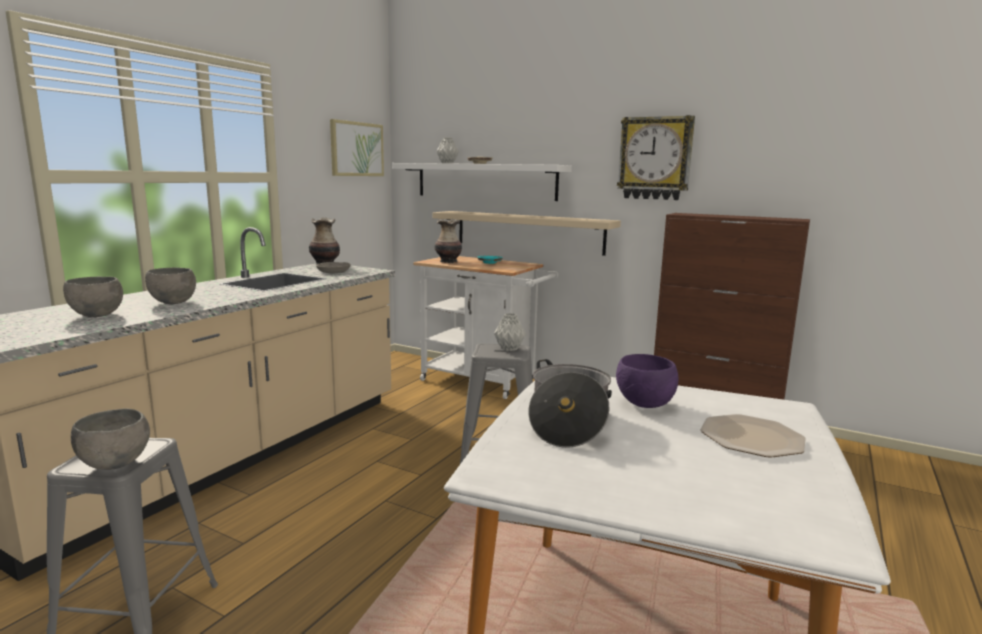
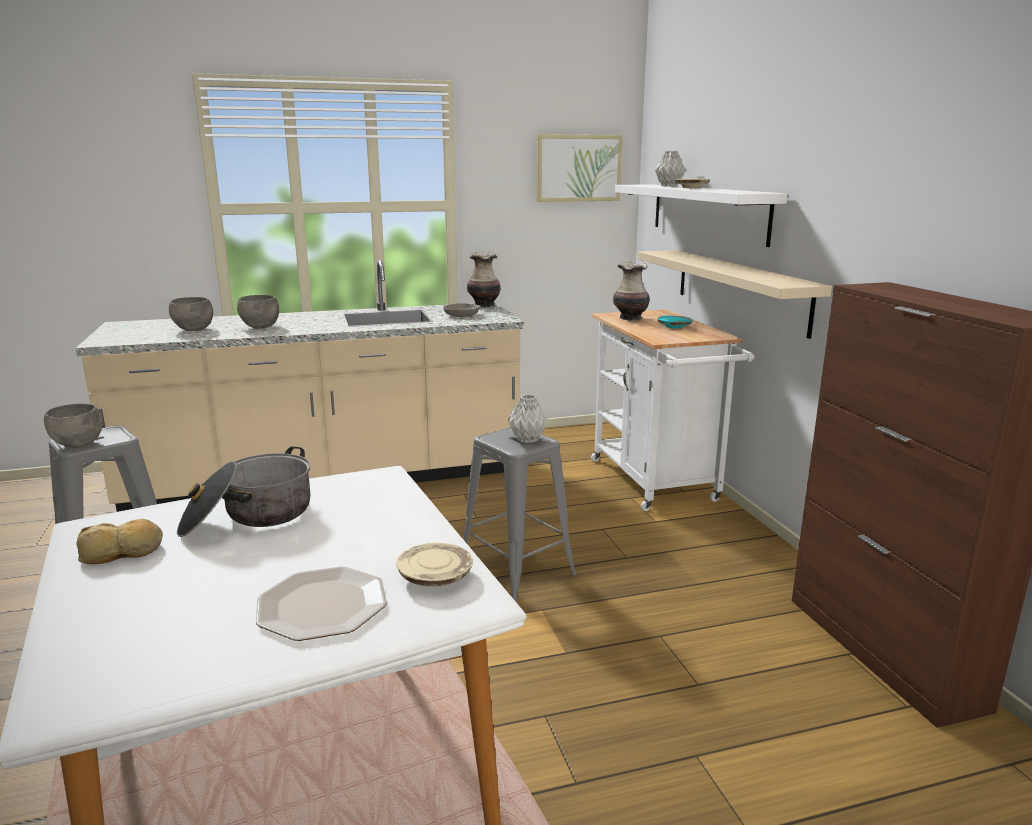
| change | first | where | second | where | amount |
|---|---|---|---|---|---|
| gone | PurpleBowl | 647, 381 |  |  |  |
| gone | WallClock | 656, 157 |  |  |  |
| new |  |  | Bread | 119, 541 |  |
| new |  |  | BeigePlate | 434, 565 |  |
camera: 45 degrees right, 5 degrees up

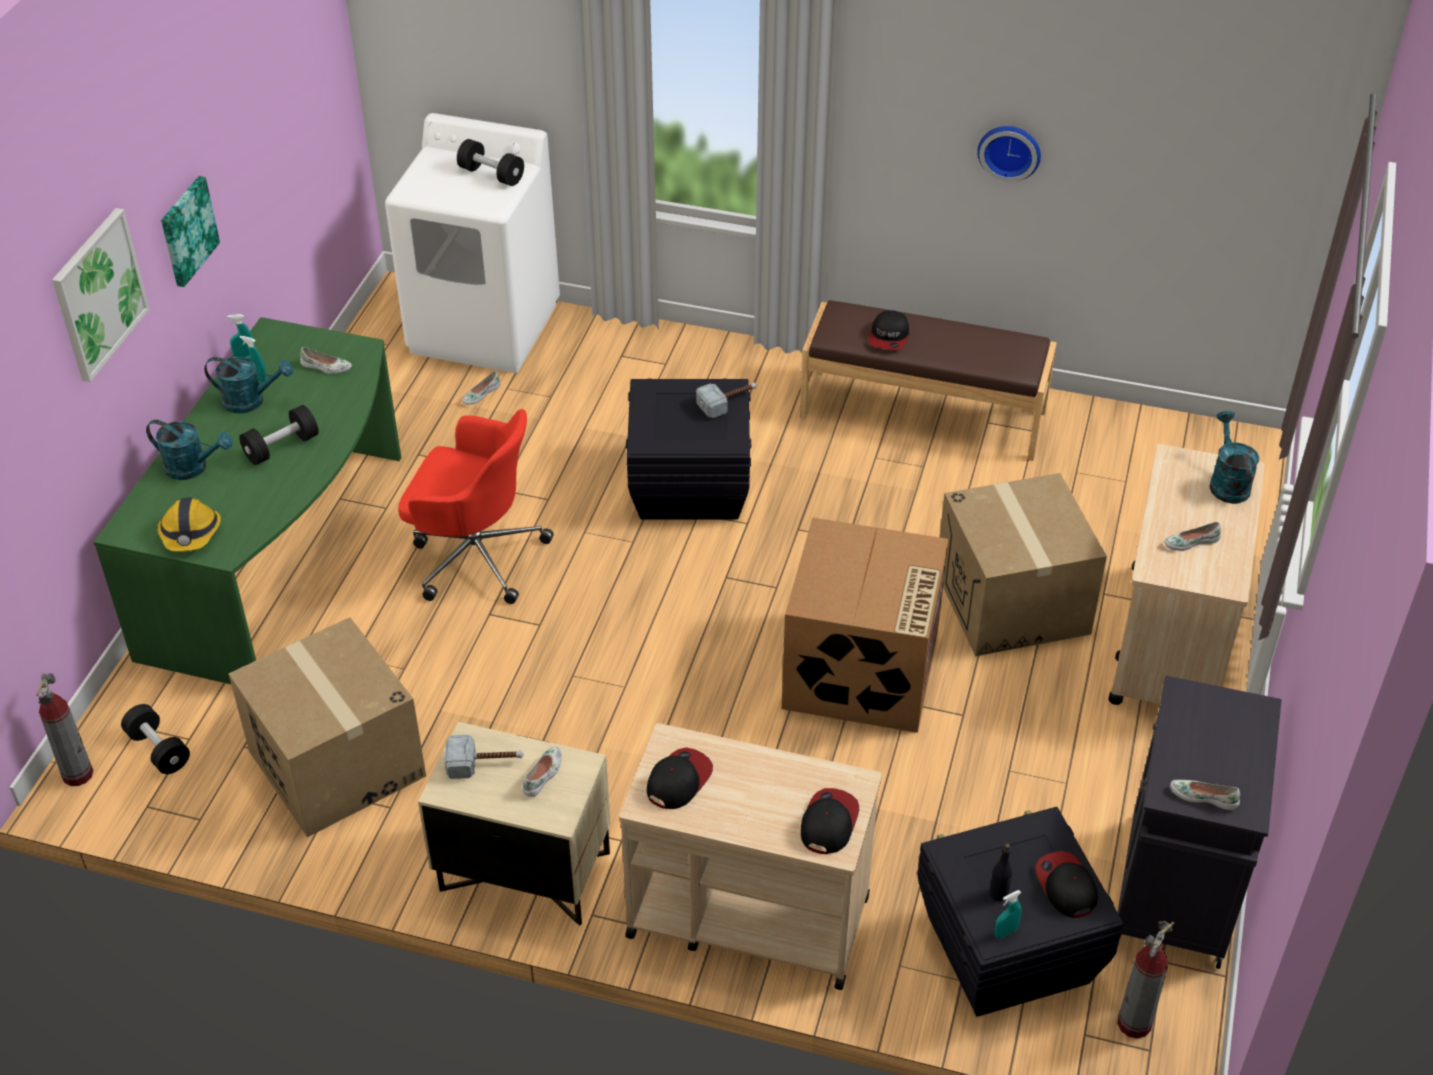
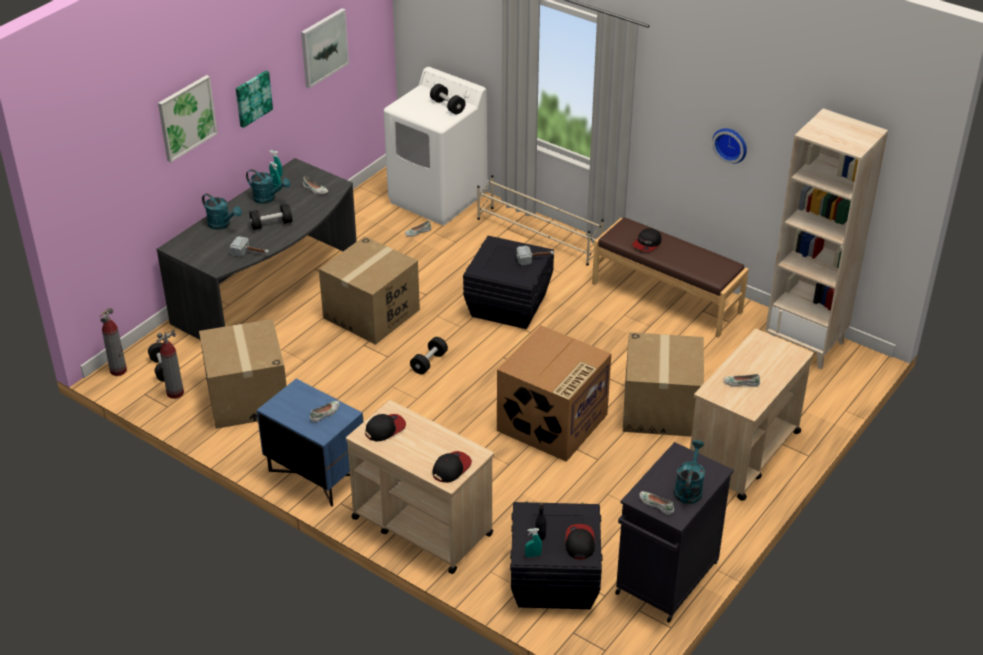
| change | first | where | second | where | amount |
|---|---|---|---|---|---|
| repainted | GreenDesk | 247, 500 | GreyDesk | 257, 249 |  |
| gone | HardHat | 189, 524 |  |  |  |
| swapped | RedOfficeChair | 476, 506 | CardboardBox | 369, 290 |  |
| repainted | BeigeNightstand | 514, 824 | BlueNightstand | 310, 443 |  |
| shifted | Hammer | 483, 757 |  | 249, 246 |  |
| shifted | FireExtinguisher | 1145, 980 |  | 170, 364 |  |
| shifted | TurquoiseWateringCan | 1234, 457 |  | 689, 472 |  |
| new |  |  | Picture | 325, 48 |  |
| new |  |  | BlackDumbbell | 429, 355 |  |
| new |  |  | BeigeShoeRack | 540, 220 |  |
| new |  |  | BeigeBookcase | 826, 239 |  |
camera: 20 degrees right, 5 degrees down

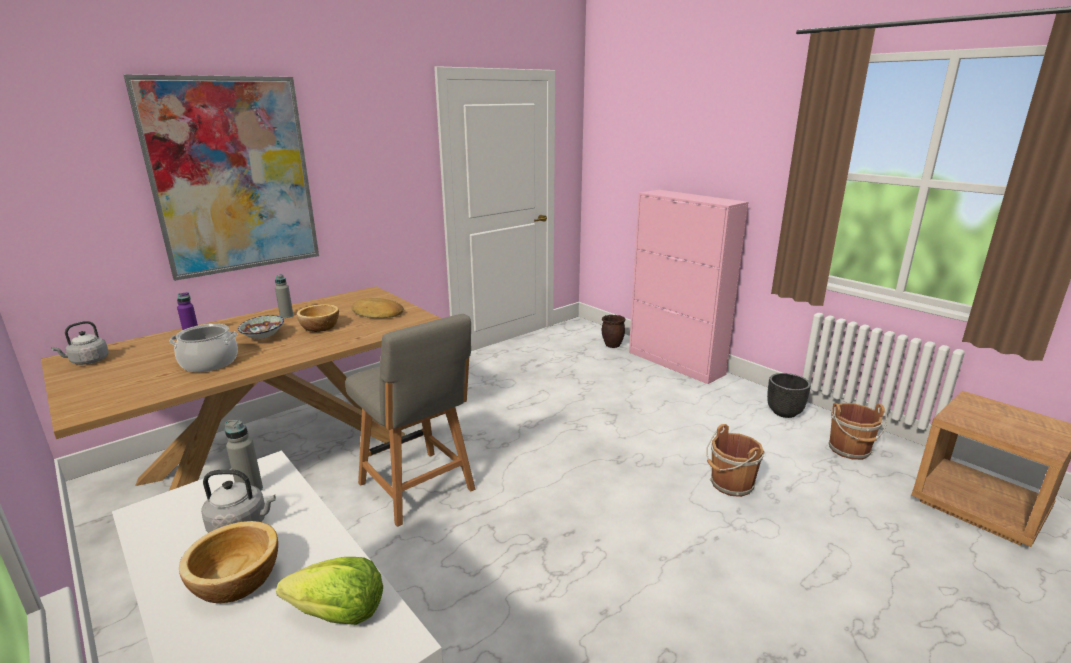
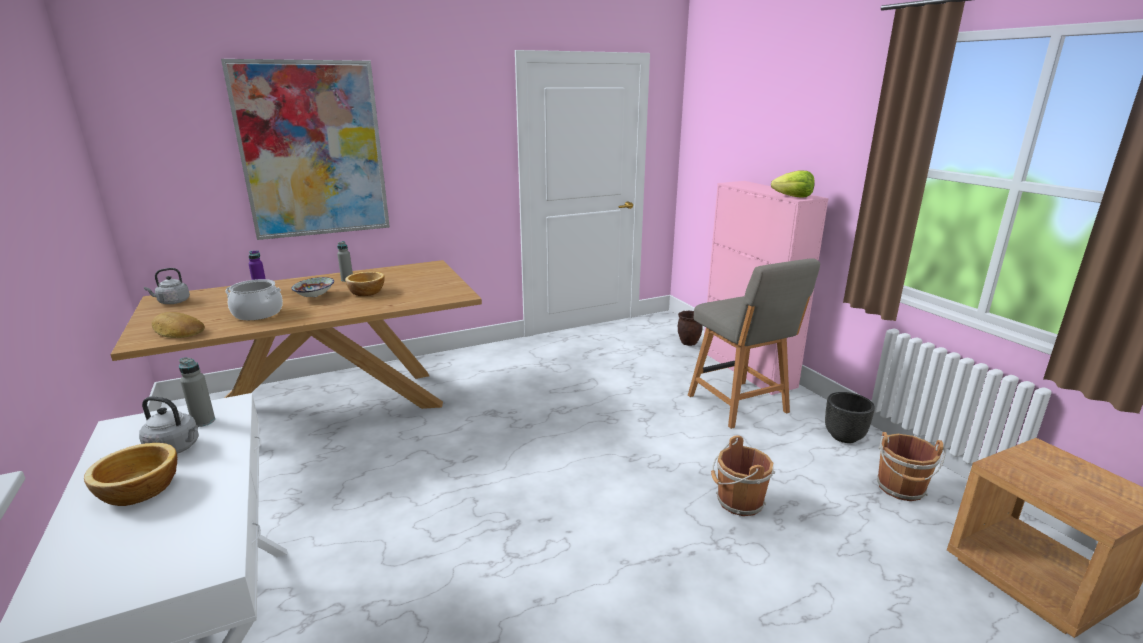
| change | first | where | second | where | amount |
|---|---|---|---|---|---|
| shifted | Lettuce | 329, 591 |  | 793, 184 |  |
| shifted | GreyChair | 410, 420 |  | 754, 343 |  |
| shifted | Bread | 378, 308 |  | 178, 325 |  |
camera: 15 degrees right, 0 degrees up

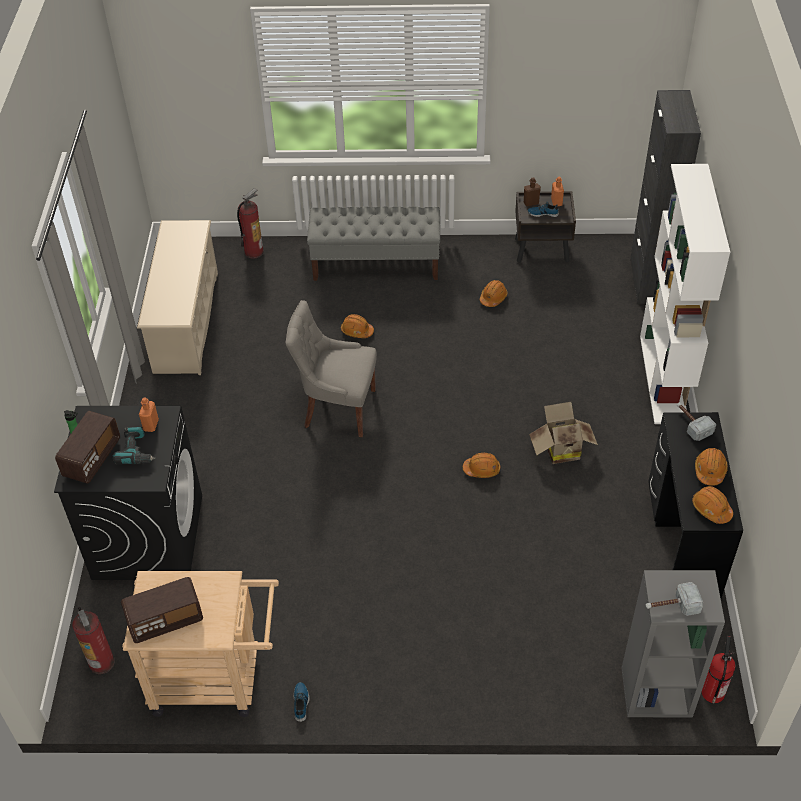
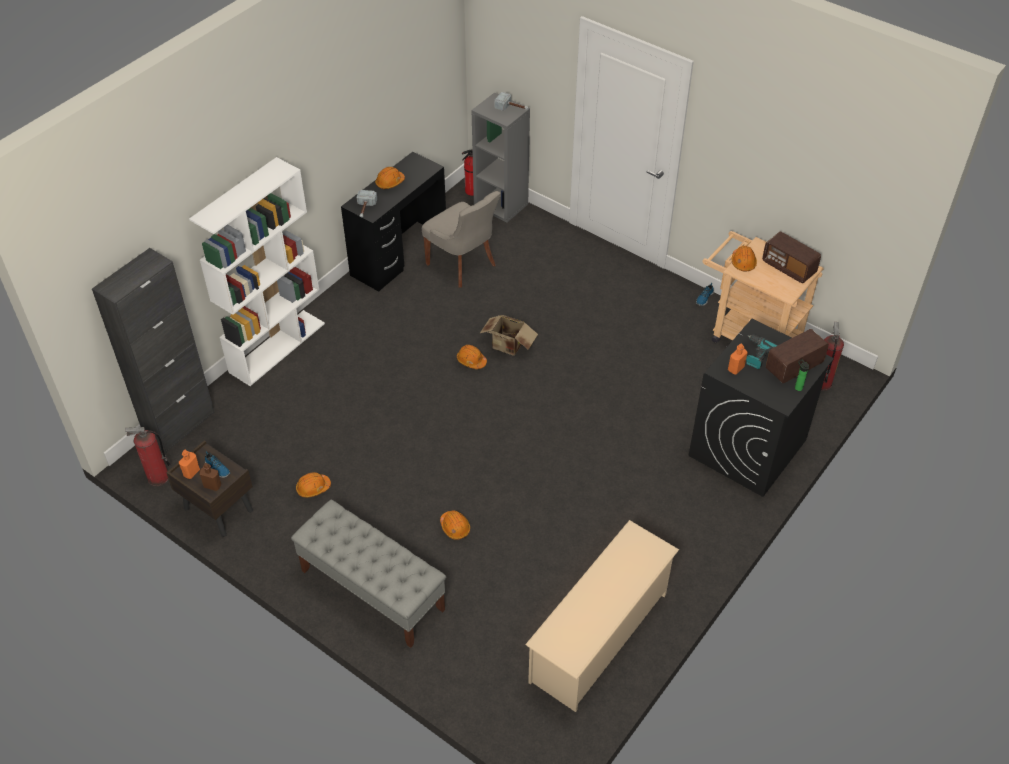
| change | first | where | second | where | amount |
|---|---|---|---|---|---|
| rotated | Radio | 162, 610 |  | 791, 257 | 150 degrees counterclockwise |
| shifted | FireExtinguisher | 250, 223 |  | 148, 456 |  |
| shifted | GreyChair | 331, 368 |  | 461, 239 |  |
| shifted | CardboardBox | 563, 433 |  | 509, 335 |  |
| shifted | OrangeHardHat | 712, 505 |  | 744, 259 |  |
camera: 145 degrees left, 0 degrees up

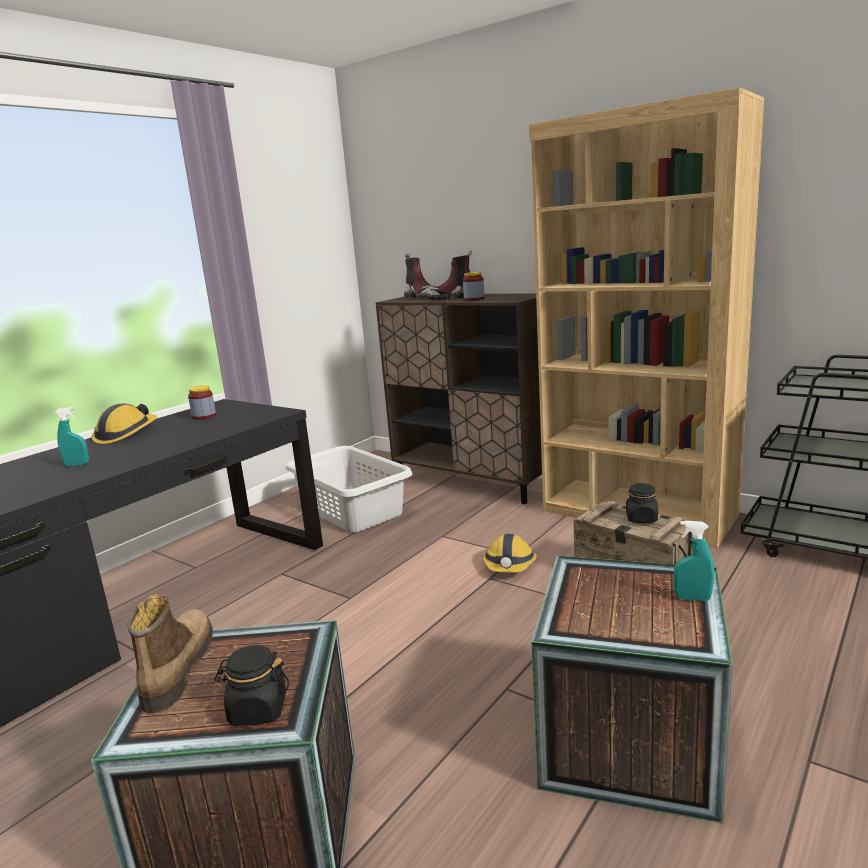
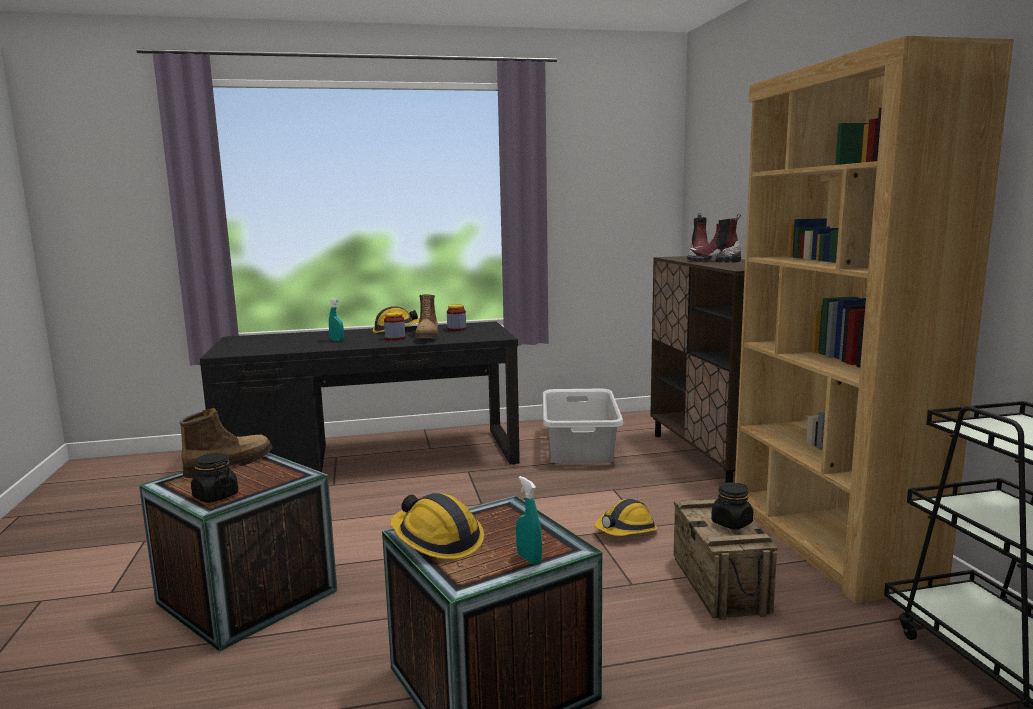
| change | first | where | second | where | amount |
|---|---|---|---|---|---|
| shifted | Jar | 473, 286 |  | 394, 326 |  |
| new |  |  | HardHat | 437, 526 |  |
| new |  |  | Boot | 426, 316 |  |
camera: 40 degrees right, 5 degrees down

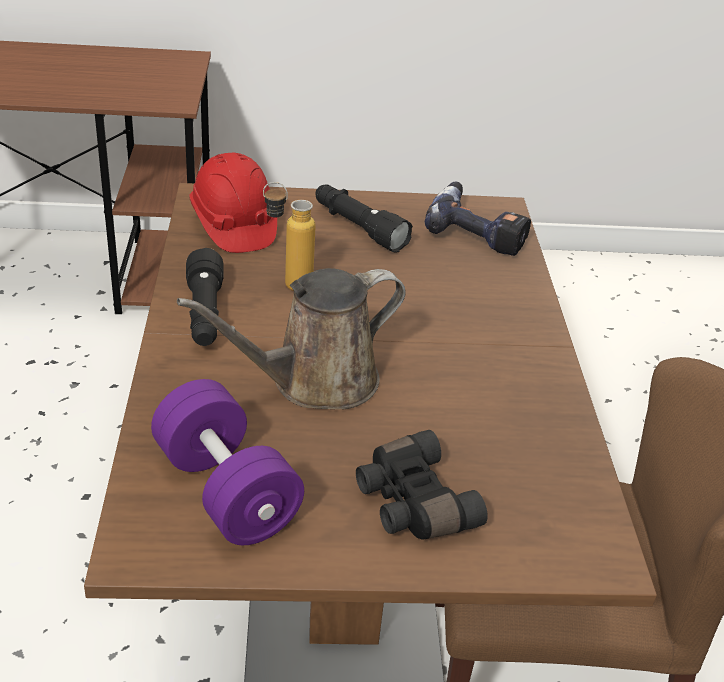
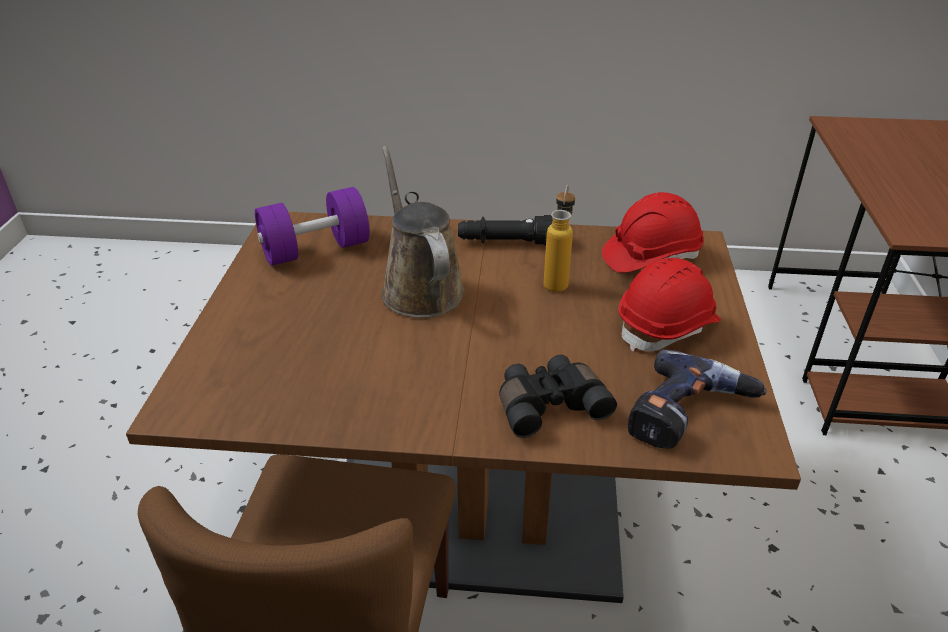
| change | first | where | second | where | amount |
|---|---|---|---|---|---|
| swapped | BlackFlashlight | 364, 219 | RedHardHat | 670, 305 |  |
| shifted | BlackBinoculars | 422, 484 |  | 558, 396 |  |
camera: 100 degrees right, 0 degrees up

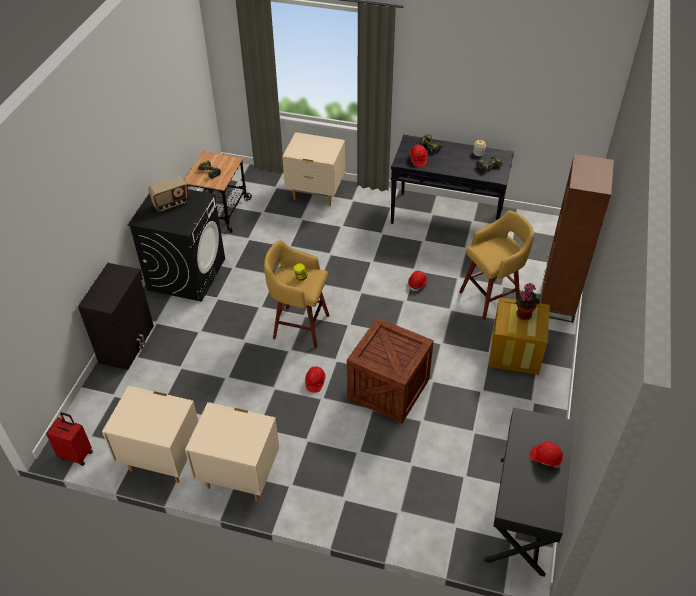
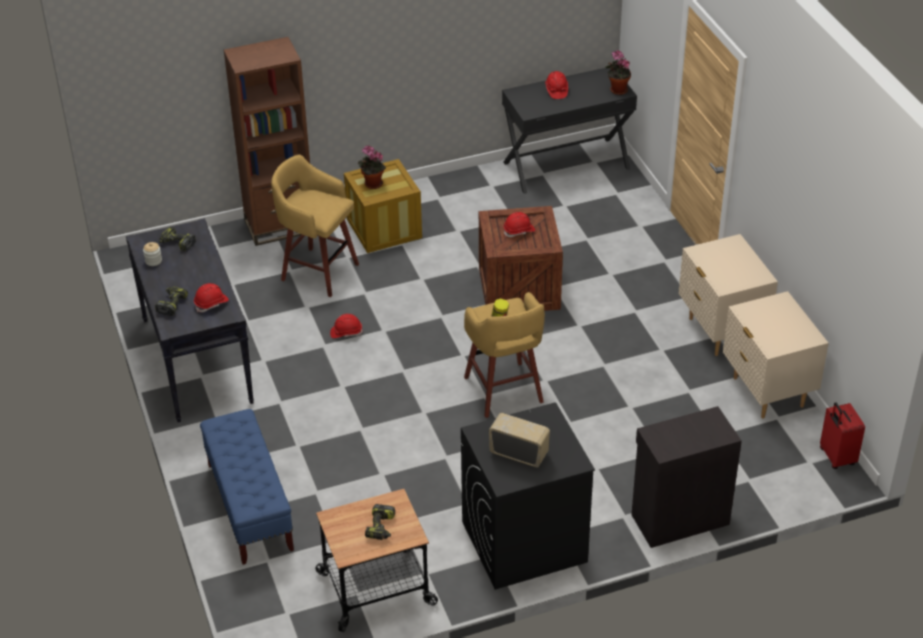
| change | first | where | second | where | amount |
|---|---|---|---|---|---|
| swapped | BeigeNightstand | 313, 169 | BlueBench | 247, 487 |  |
| shifted | RedHardHat | 315, 379 |  | 519, 224 |  |
| new |  |  | PottedPlant | 618, 72 |  |
camera: 125 degrees left, 5 degrees down

